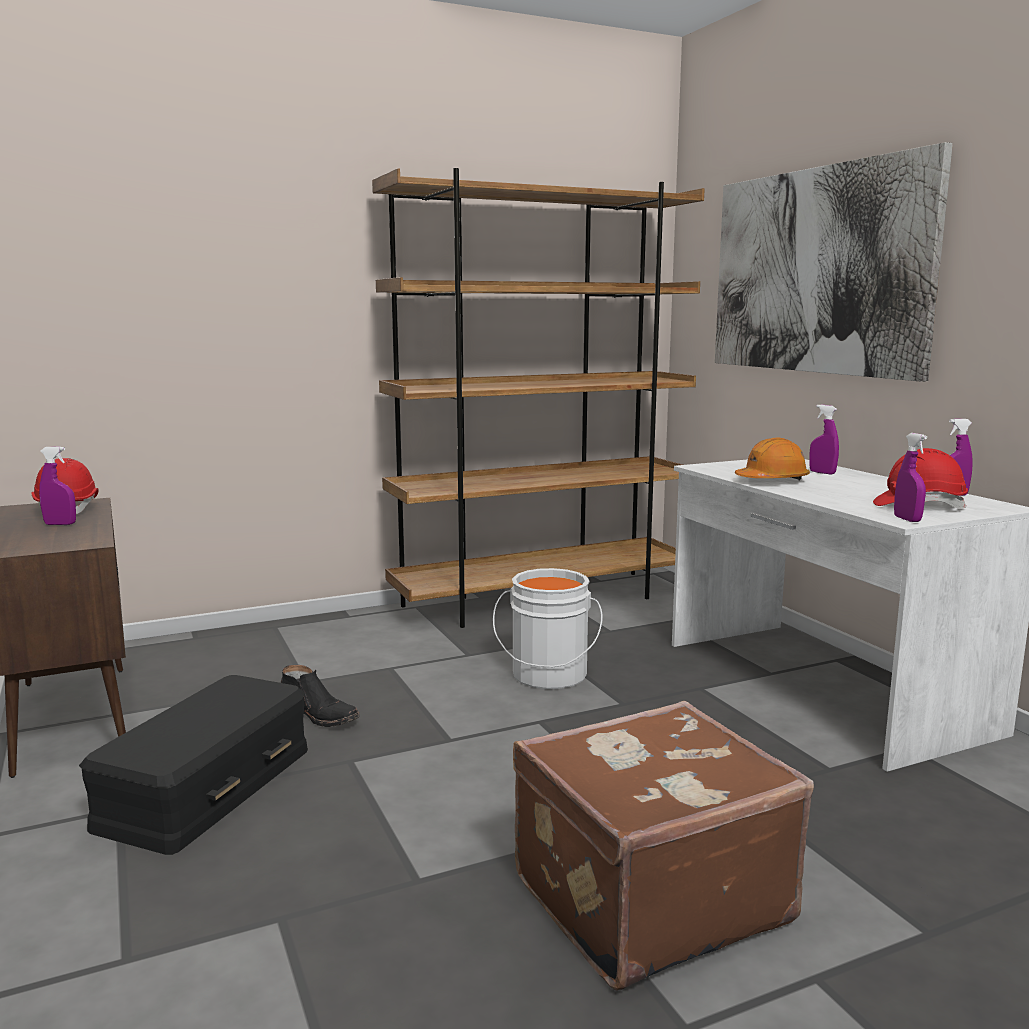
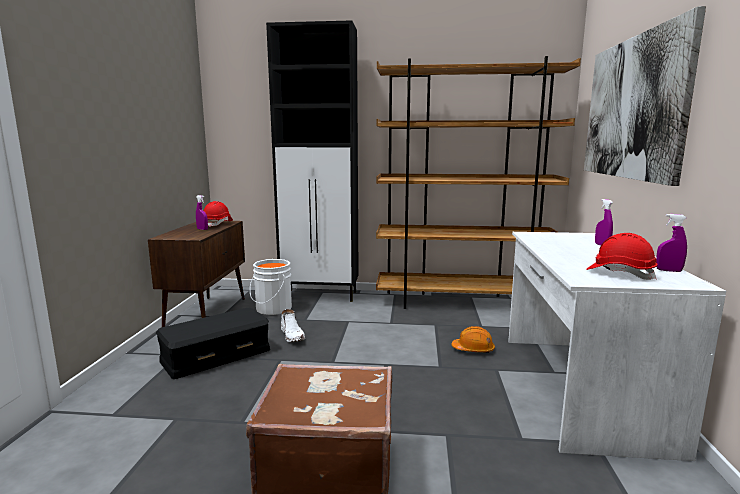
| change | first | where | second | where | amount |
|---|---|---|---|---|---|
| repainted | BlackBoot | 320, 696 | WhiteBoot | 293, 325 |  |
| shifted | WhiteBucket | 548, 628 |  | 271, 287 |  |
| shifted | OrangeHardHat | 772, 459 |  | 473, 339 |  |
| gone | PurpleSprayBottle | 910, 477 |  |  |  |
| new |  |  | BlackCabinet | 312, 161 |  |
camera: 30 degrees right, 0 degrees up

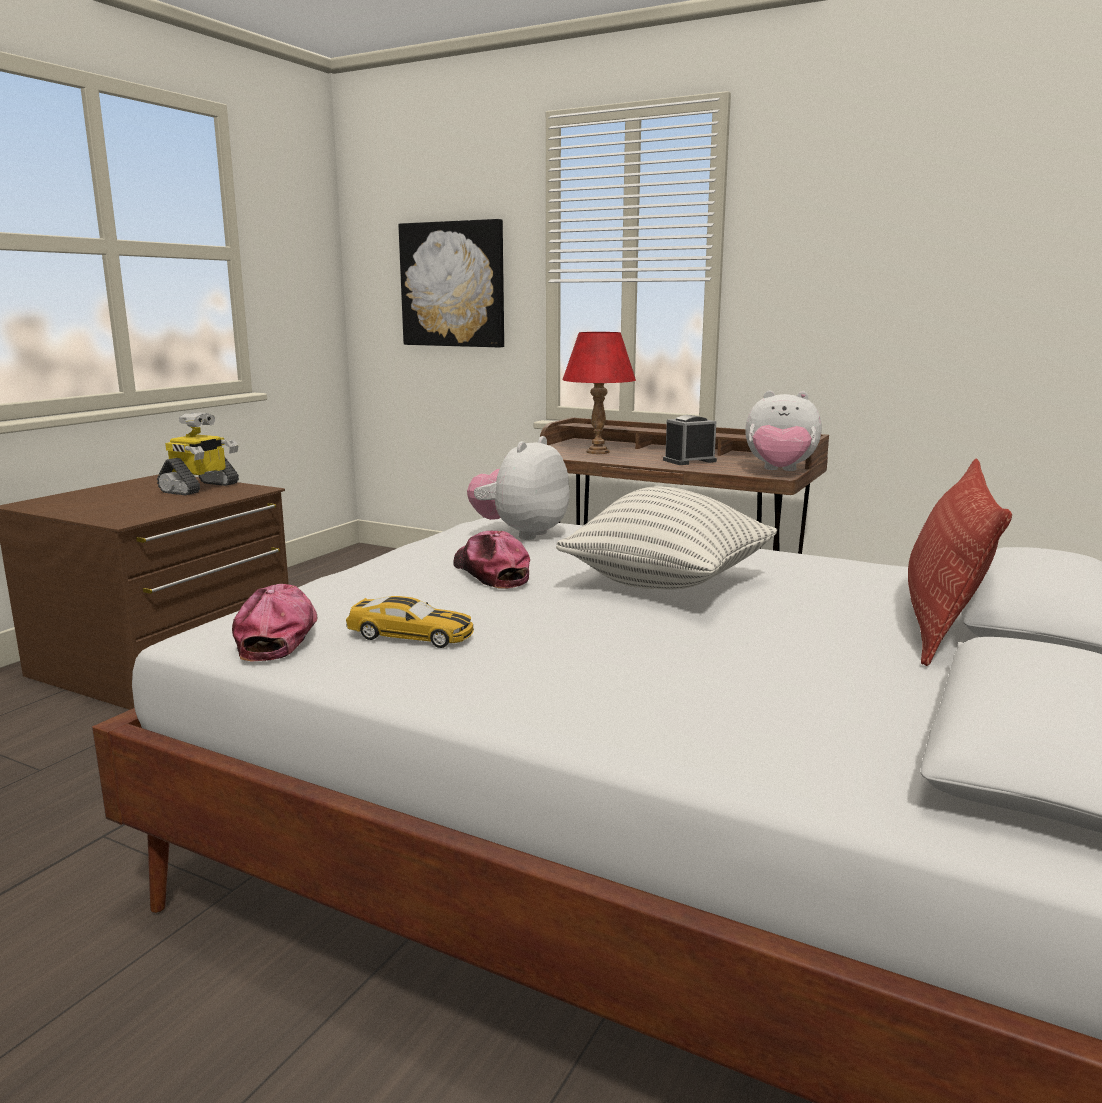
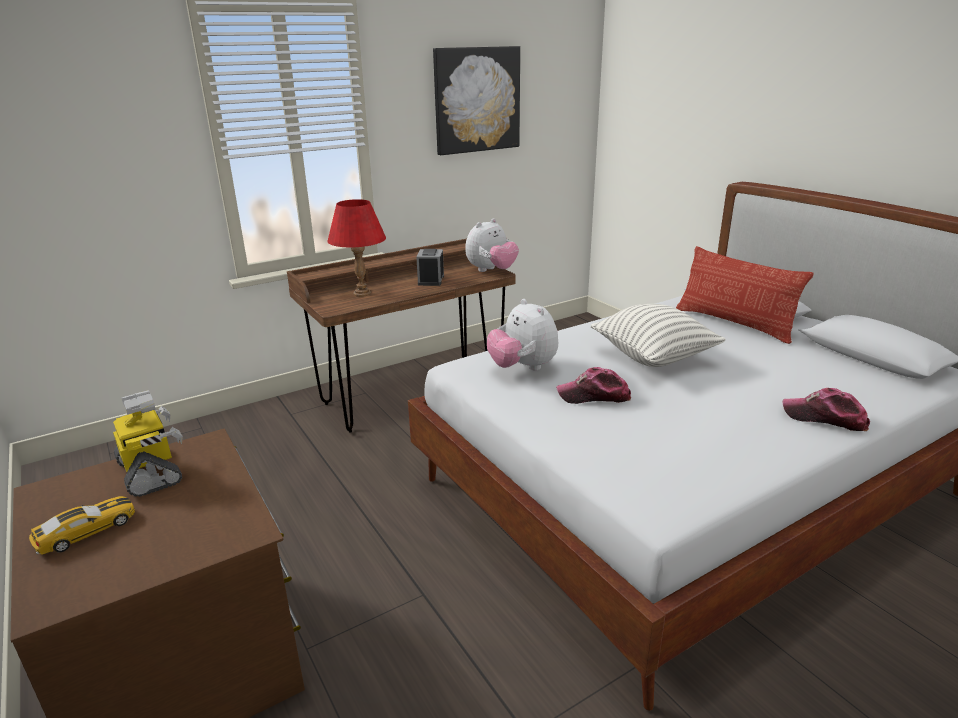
| change | first | where | second | where | amount |
|---|---|---|---|---|---|
| shifted | Cap | 274, 623 |  | 826, 409 |  |
| shifted | ToyCar | 410, 622 |  | 82, 525 |  |
| shifted | Picture | 451, 283 |  | 476, 100 |  |
camera: 60 degrees left, 10 degrees up

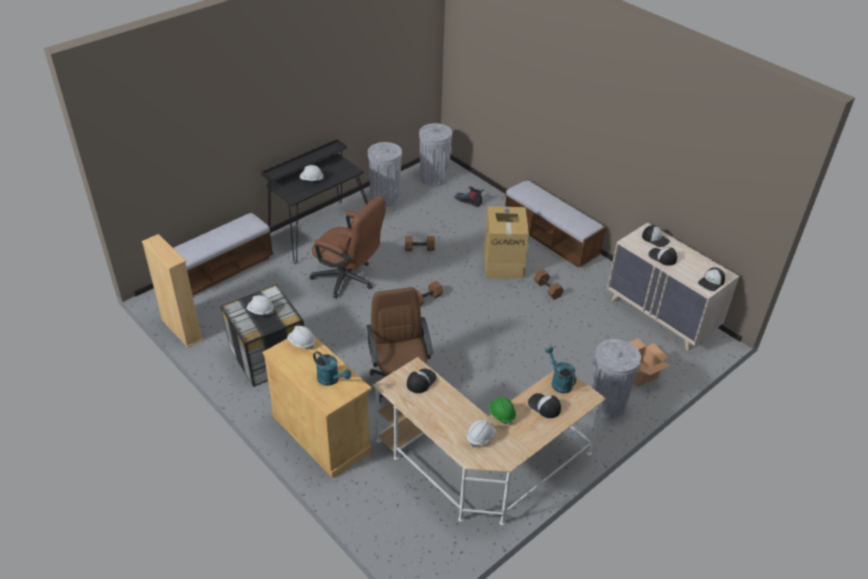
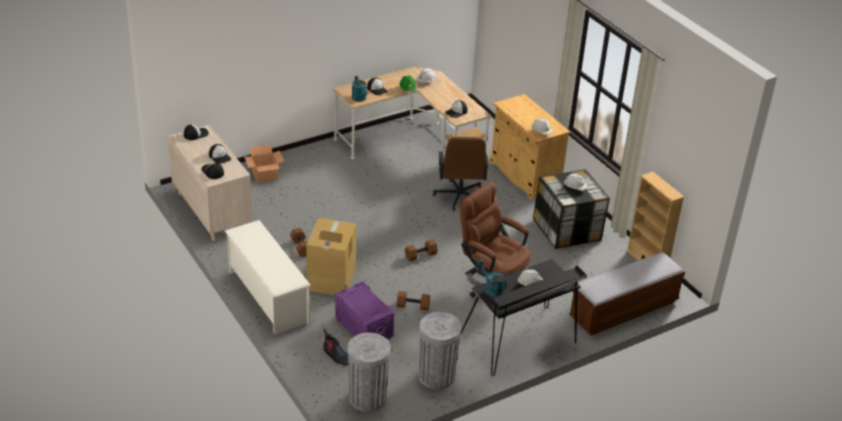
| change | first | where | second | where | amount |
|---|---|---|---|---|---|
| shifted | TurquoiseWateringCan | 332, 368 |  | 492, 279 |  |
| swapped | Bench | 555, 223 | WhiteShoeRack | 268, 277 |  |
| gone | GreyTrashCan | 615, 379 |  |  |  |
| new |  |  | PurpleStorageBox | 364, 311 |  |
camera: 170 degrees left, 5 degrees down

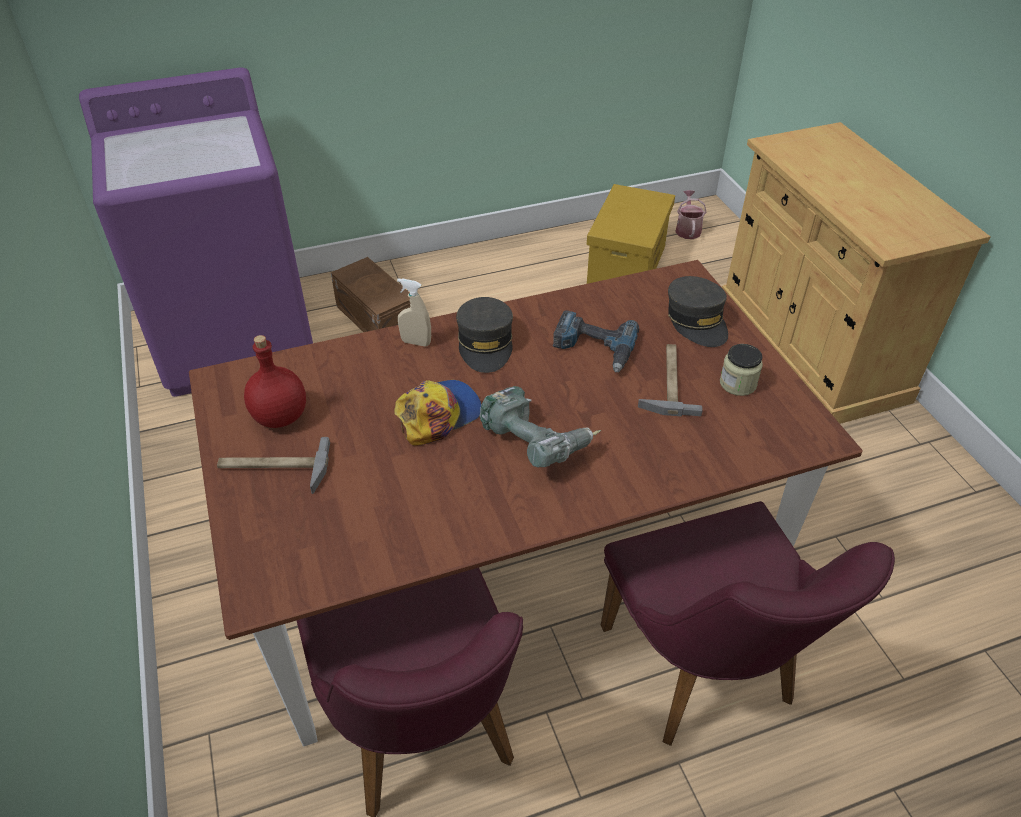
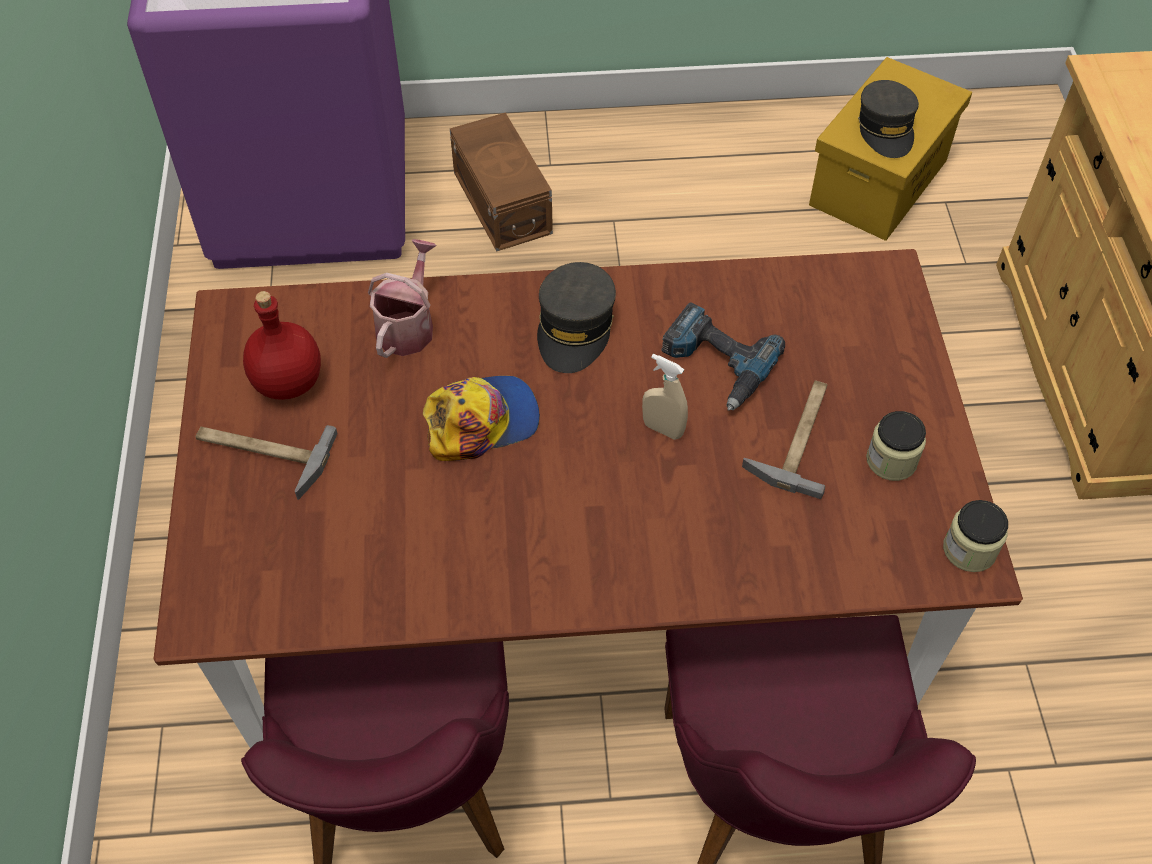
| change | first | where | second | where | amount |
|---|---|---|---|---|---|
| shifted | BeigeSprayBottle | 414, 312 |  | 665, 397 |  |
| gone | PowerDrill | 540, 426 |  |  |  |
| shifted | GreyCap | 698, 311 |  | 888, 119 |  |
| shifted | WateringCan | 691, 214 |  | 402, 298 |  |
| new |  |  | Jar | 975, 536 |  |
camera: 15 degrees right, 10 degrees up

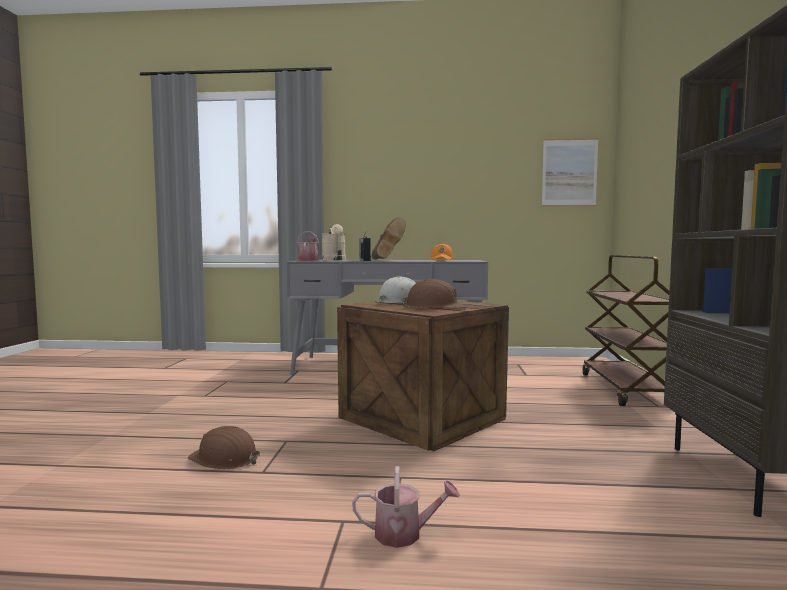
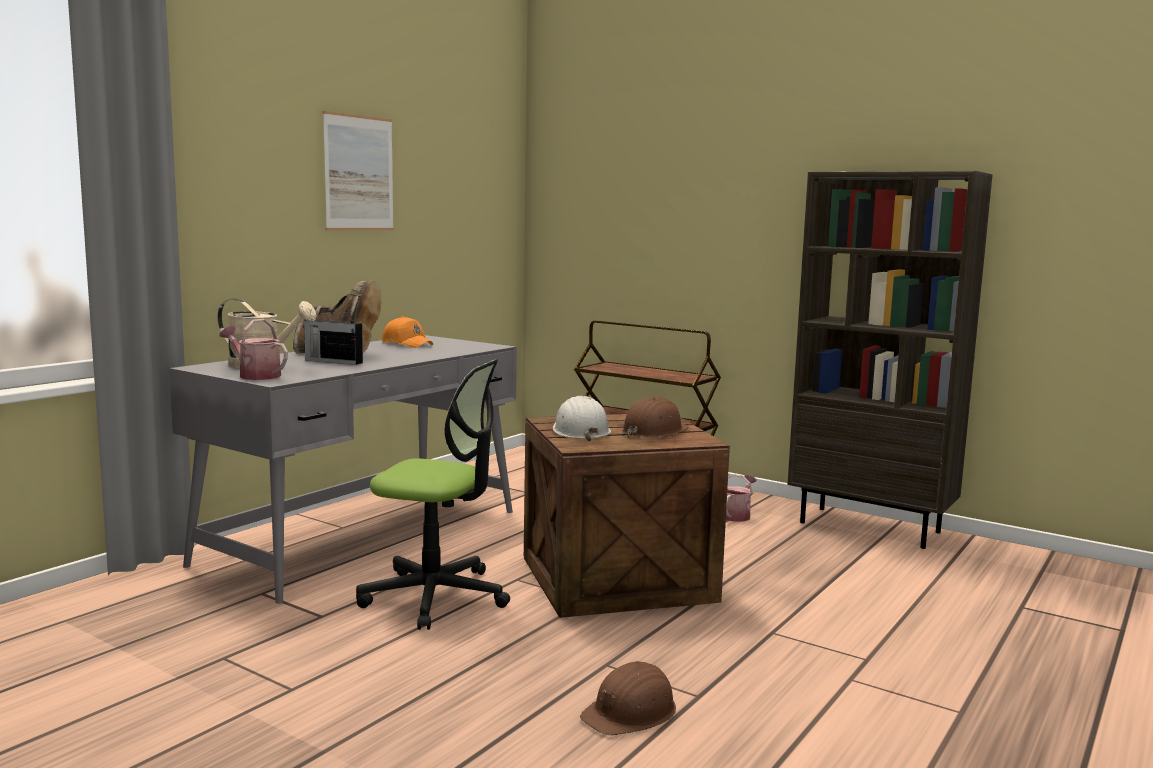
| change | first | where | second | where | amount |
|---|---|---|---|---|---|
| shifted | WateringCan | 406, 507 |  | 741, 498 |  |
| shifted | Picture | 570, 172 |  | 358, 170 |  |
| new |  |  | OfficeChair | 433, 494 |  |
camera: 60 degrees left, 5 degrees up

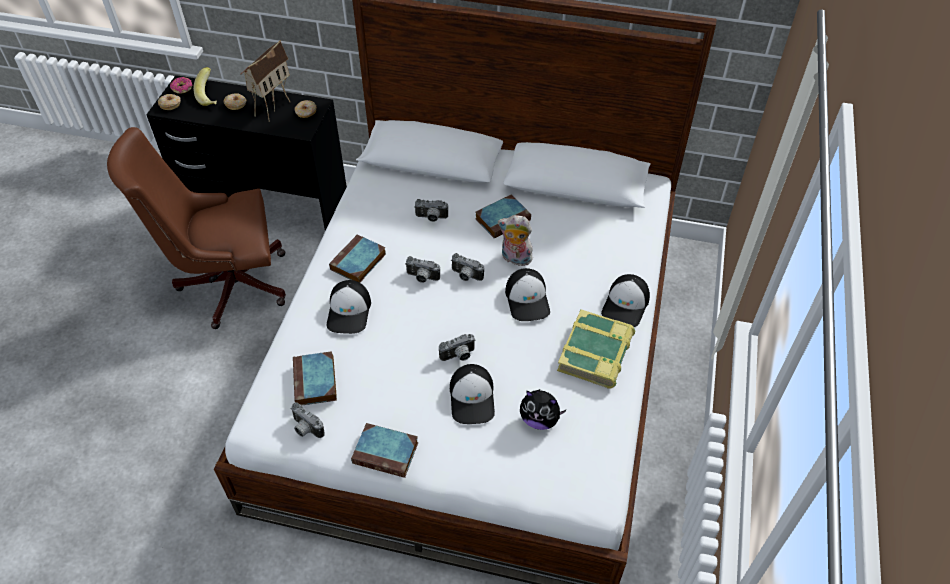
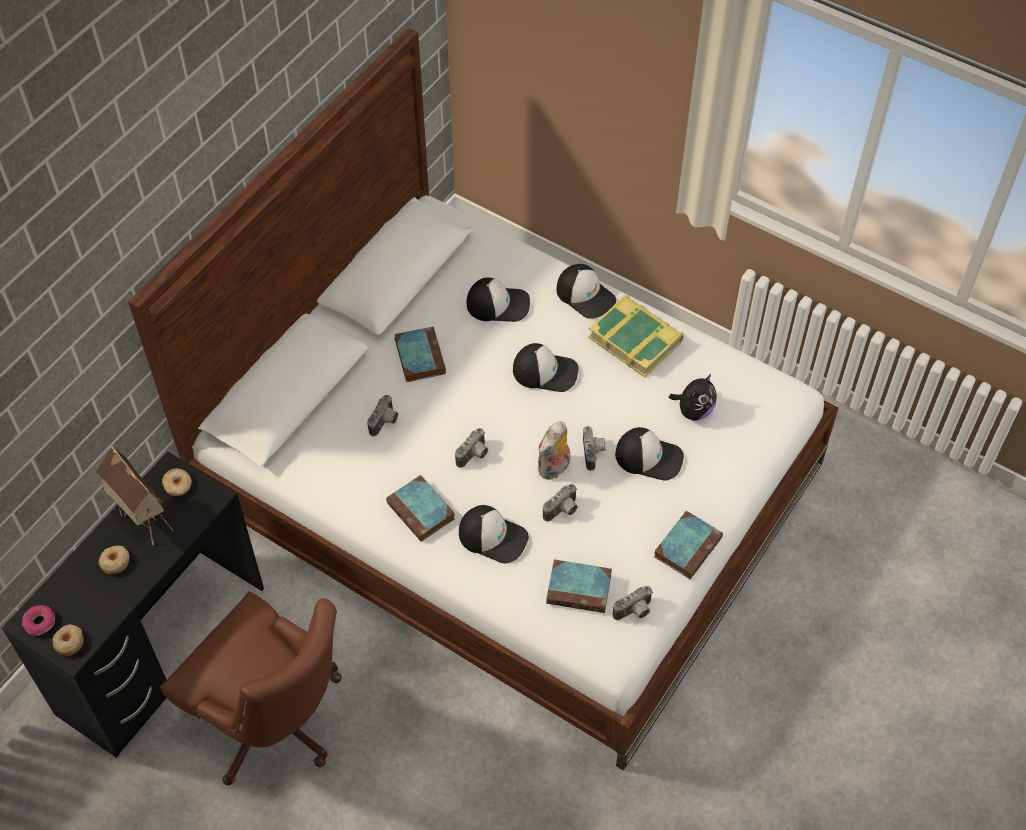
| change | first | where | second | where | amount |
|---|---|---|---|---|---|
| rotated | BrownOfficeChair | 196, 228 |  | 251, 688 | 60 degrees counterclockwise |
| gone | Banana | 205, 86 |  |  |  |
| shifted | PhotoCamera | 467, 267 |  | 560, 503 |  |
| shifted | PlushToy | 515, 241 |  | 554, 450 |  |
| new |  |  | Cap | 498, 300 |  |
camera: 70 degrees left, 5 degrees up

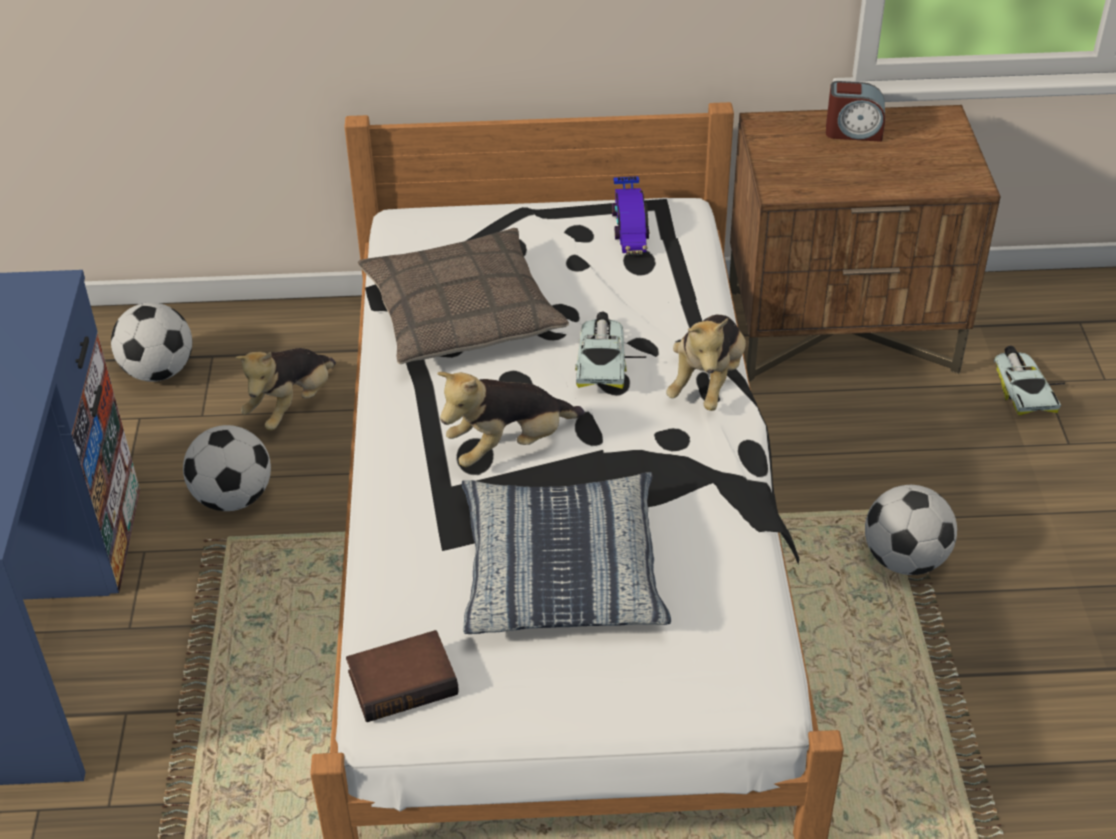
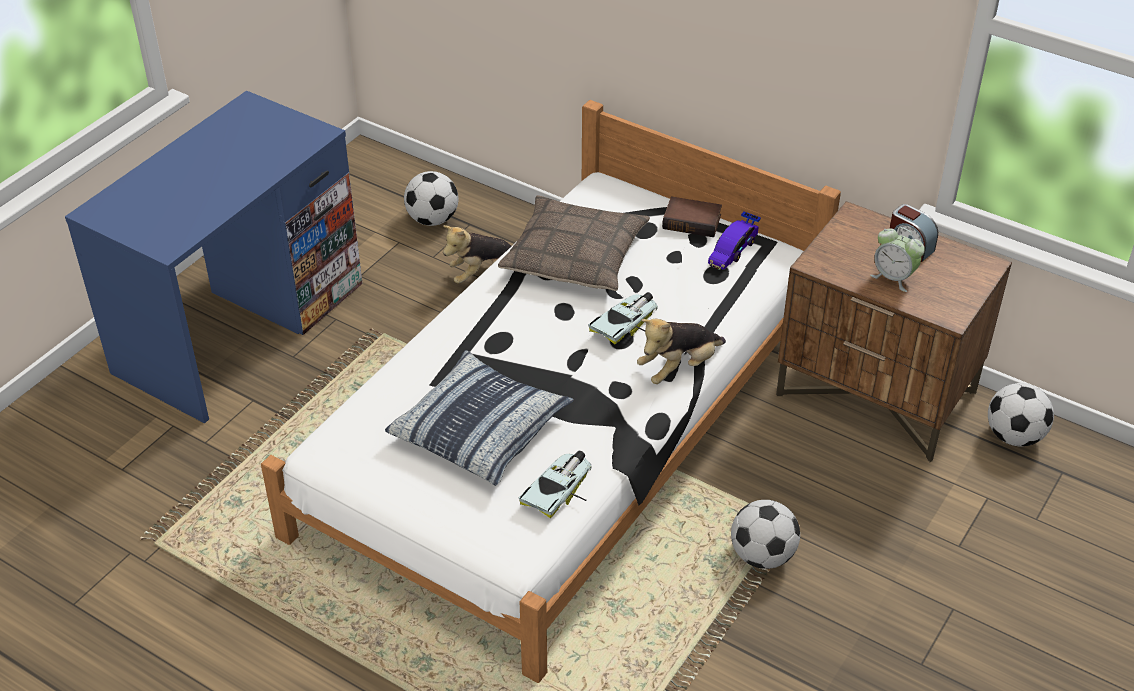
| change | first | where | second | where | amount |
|---|---|---|---|---|---|
| shifted | Football | 227, 468 |  | 1021, 414 |  |
| shifted | Book | 402, 676 |  | 692, 216 |  |
| gone | PlushToy | 511, 419 |  |  |  |
| shifted | ToyCar | 1029, 380 |  | 555, 484 |  |
| new |  |  | AlarmClock | 897, 259 |  |
camera: 35 degrees right, 0 degrees up

